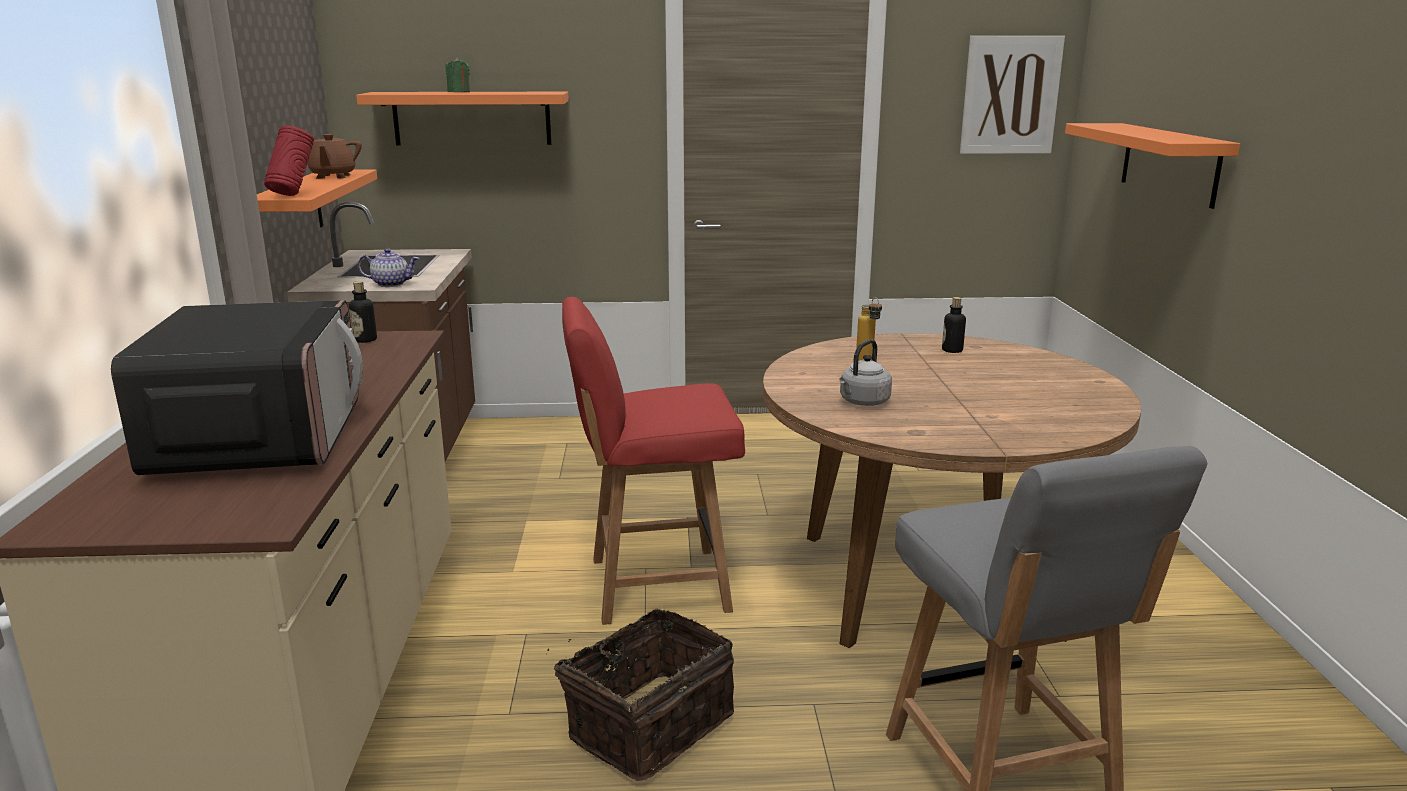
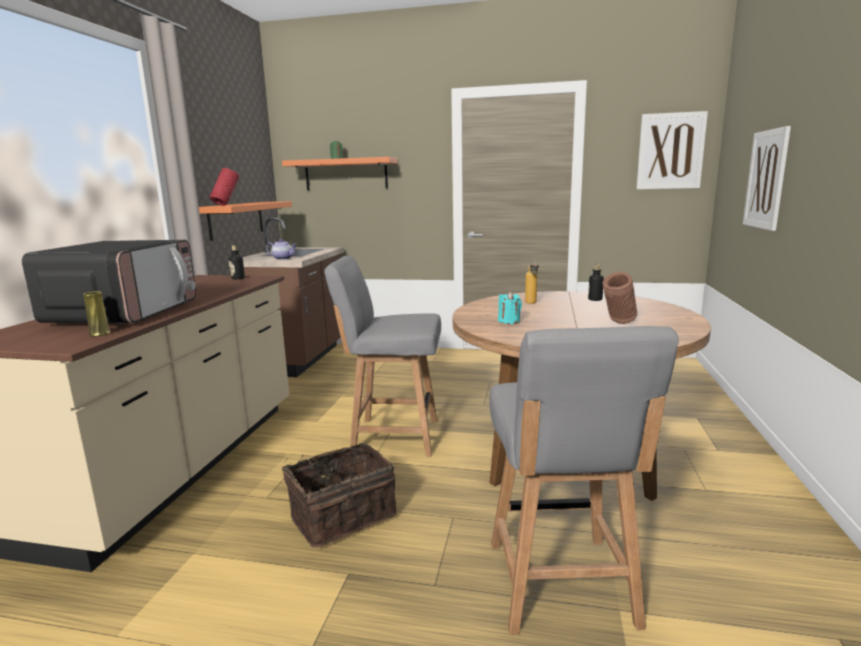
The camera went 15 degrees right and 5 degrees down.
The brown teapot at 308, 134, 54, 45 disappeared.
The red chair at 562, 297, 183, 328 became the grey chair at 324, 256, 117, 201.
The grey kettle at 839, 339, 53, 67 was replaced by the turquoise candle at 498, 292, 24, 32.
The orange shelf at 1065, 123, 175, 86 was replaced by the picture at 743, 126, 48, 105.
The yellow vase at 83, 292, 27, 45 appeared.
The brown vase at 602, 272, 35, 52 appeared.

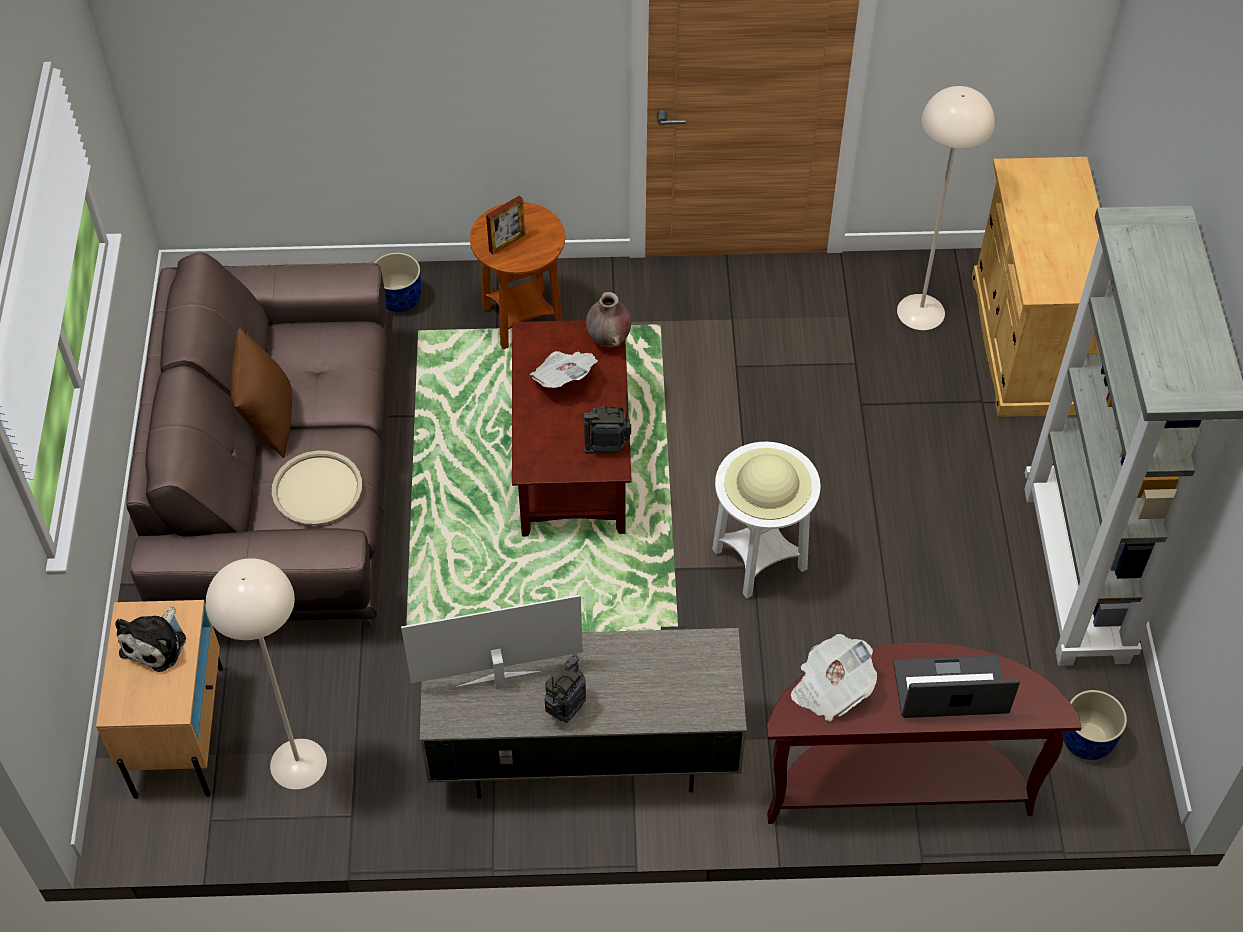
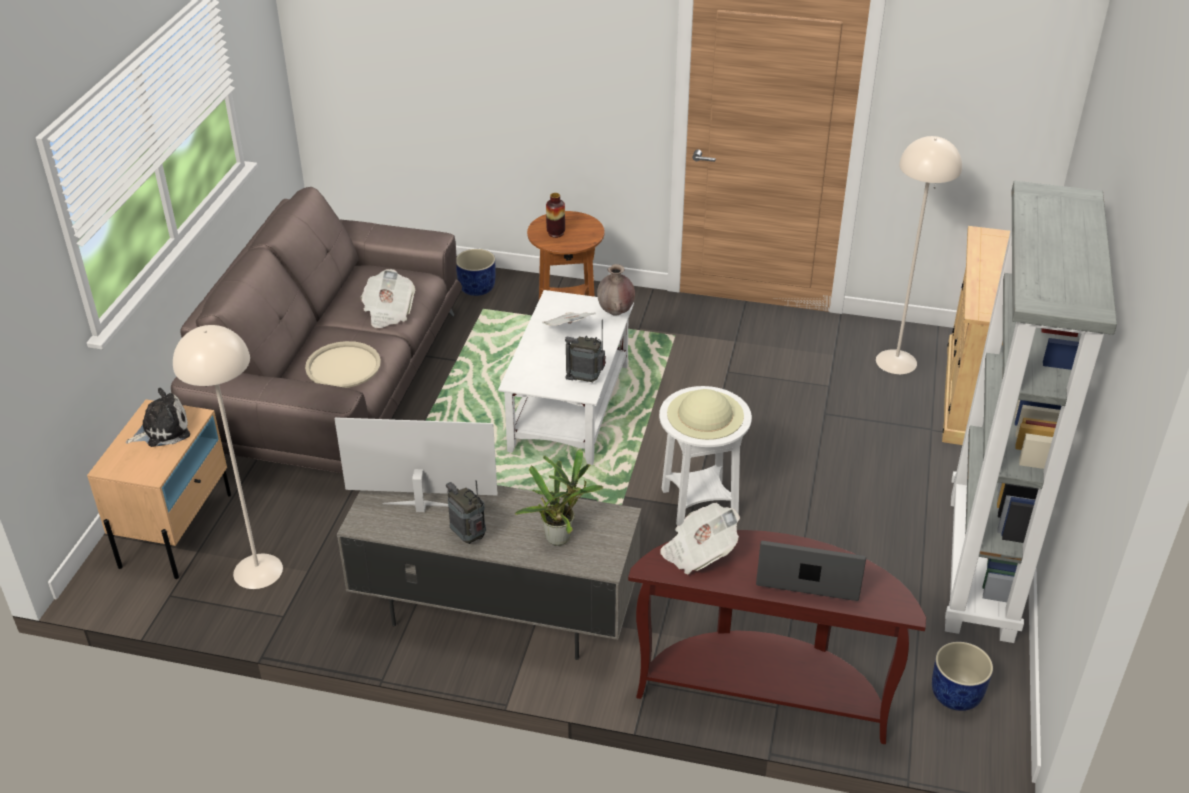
The camera went 15 degrees right and 15 degrees down.
The plush toy at 115, 606, 71, 66 turned 150 degrees counterclockwise.
The brown pillow at 230, 329, 62, 129 disappeared.
The picture frame at 486, 195, 39, 60 was replaced by the vase at 546, 193, 19, 45.
The brown coffee table at 512, 320, 120, 216 became the white coffee table at 498, 290, 136, 175.
The radio at 545, 654, 41, 69 turned 90 degrees counterclockwise.
The newspaper at 361, 269, 55, 59 appeared.
The potted plant at 515, 449, 88, 97 appeared.

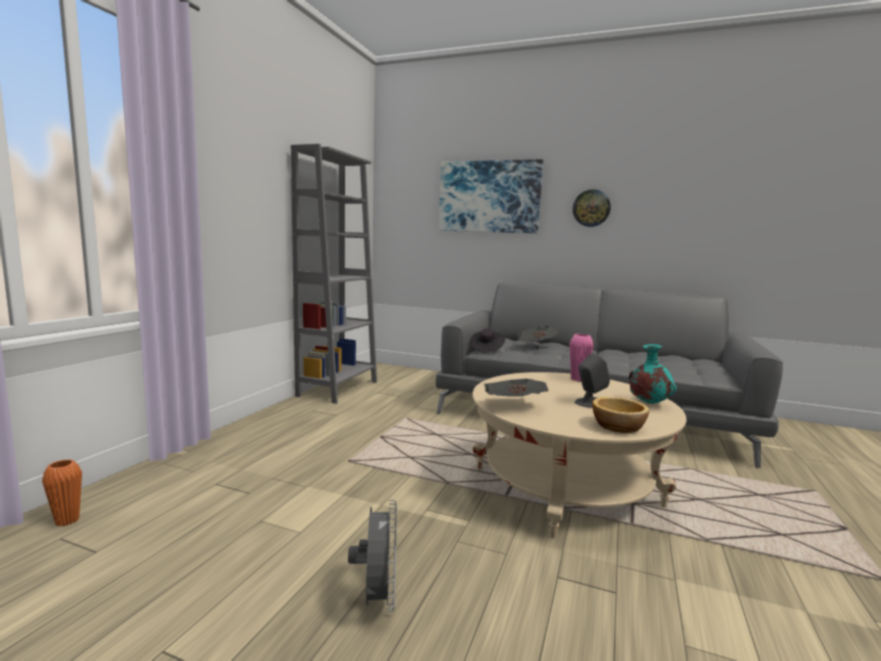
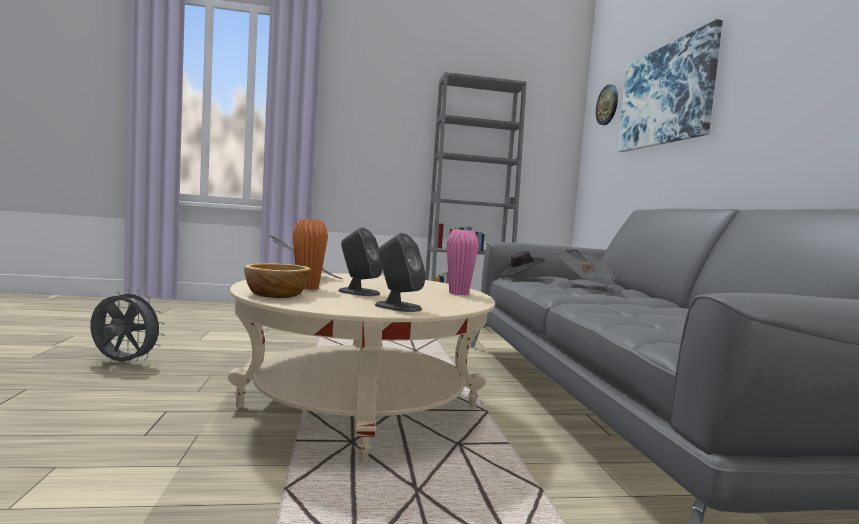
The camera went 60 degrees right and 5 degrees down.
The orange vase moved from 42, 459, 40, 67 to 293, 219, 35, 71.
The grey fan at 348, 500, 49, 112 turned 135 degrees counterclockwise.
The wall clock moved from 573, 189, 38, 38 to 596, 85, 22, 40.
The turquoise vase at 629, 344, 48, 60 was replaced by the grey speaker at 375, 233, 51, 79.

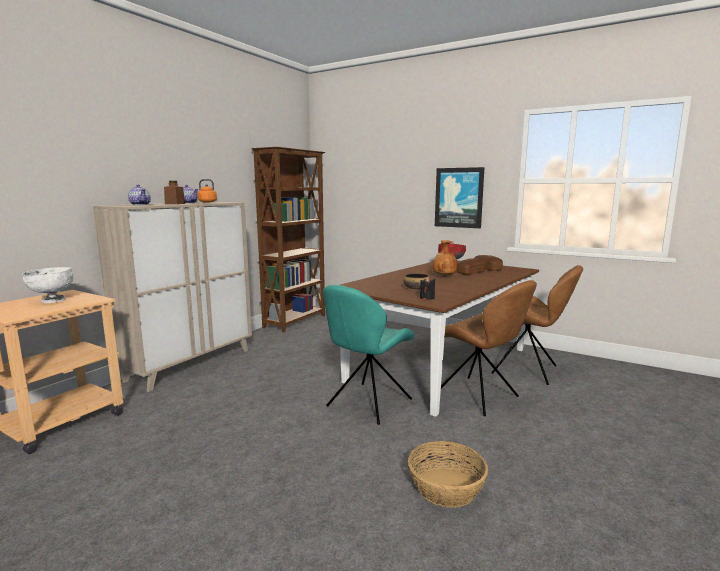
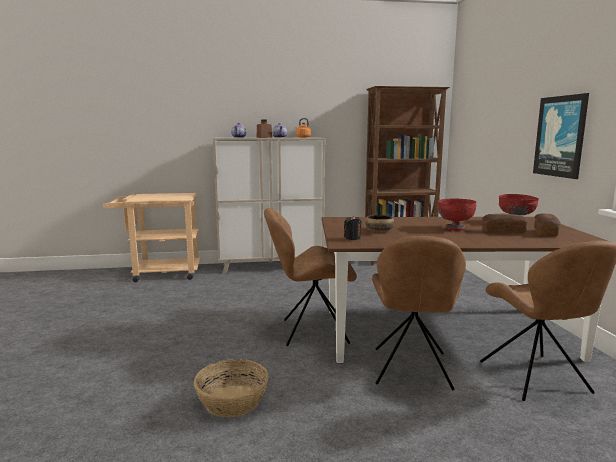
The camera went 50 degrees right and 0 degrees up.
The white bowl at 22, 267, 51, 36 disappeared.
The turquoise chair at 323, 285, 91, 140 became the brown chair at 264, 208, 93, 138.
The brown vase at 432, 240, 25, 36 was replaced by the red bowl at 438, 199, 38, 32.

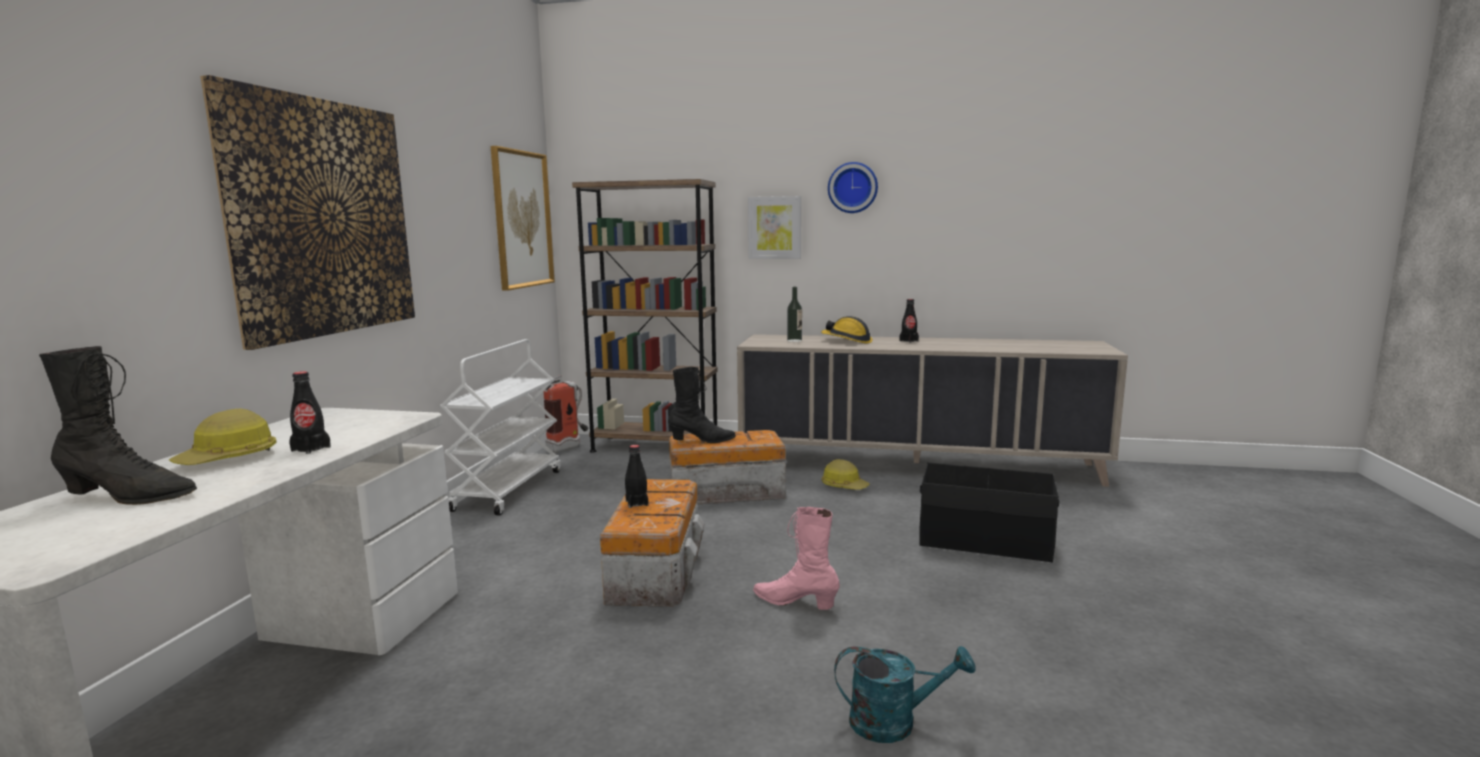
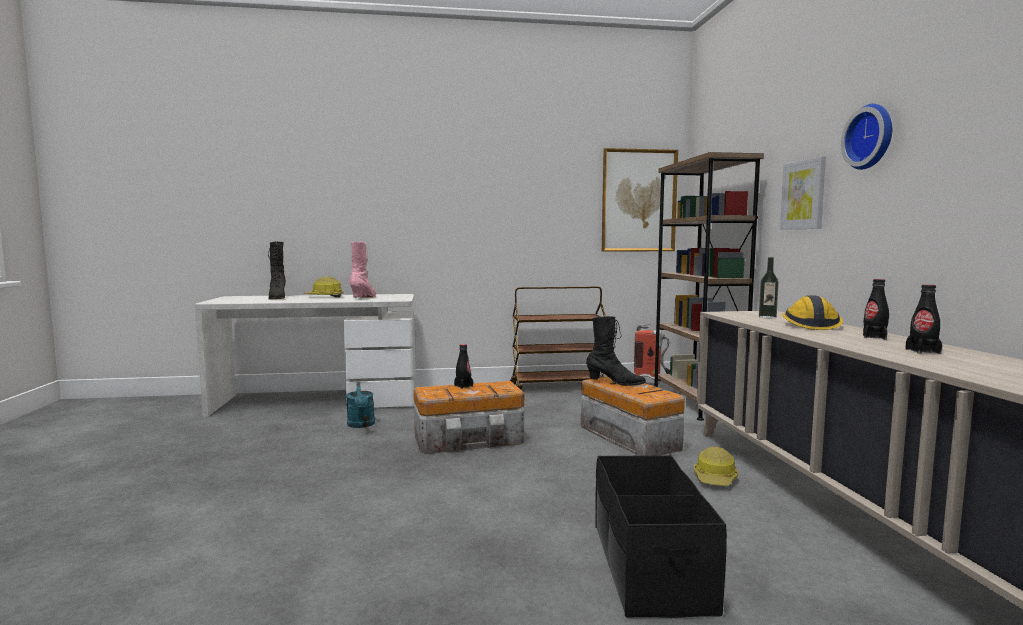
The camera went 70 degrees right and 5 degrees down.
The picture at 200, 75, 215, 275 disappeared.
The black bottle moved from 289, 371, 42, 83 to 906, 284, 36, 70.
The white cart at 440, 339, 121, 177 became the brown cart at 510, 287, 96, 102.
The black boot at 668, 367, 68, 76 turned 45 degrees counterclockwise.
The pink boot moved from 753, 507, 87, 103 to 350, 242, 26, 56.
The turquoise watering can moved from 834, 646, 142, 97 to 346, 383, 29, 45.

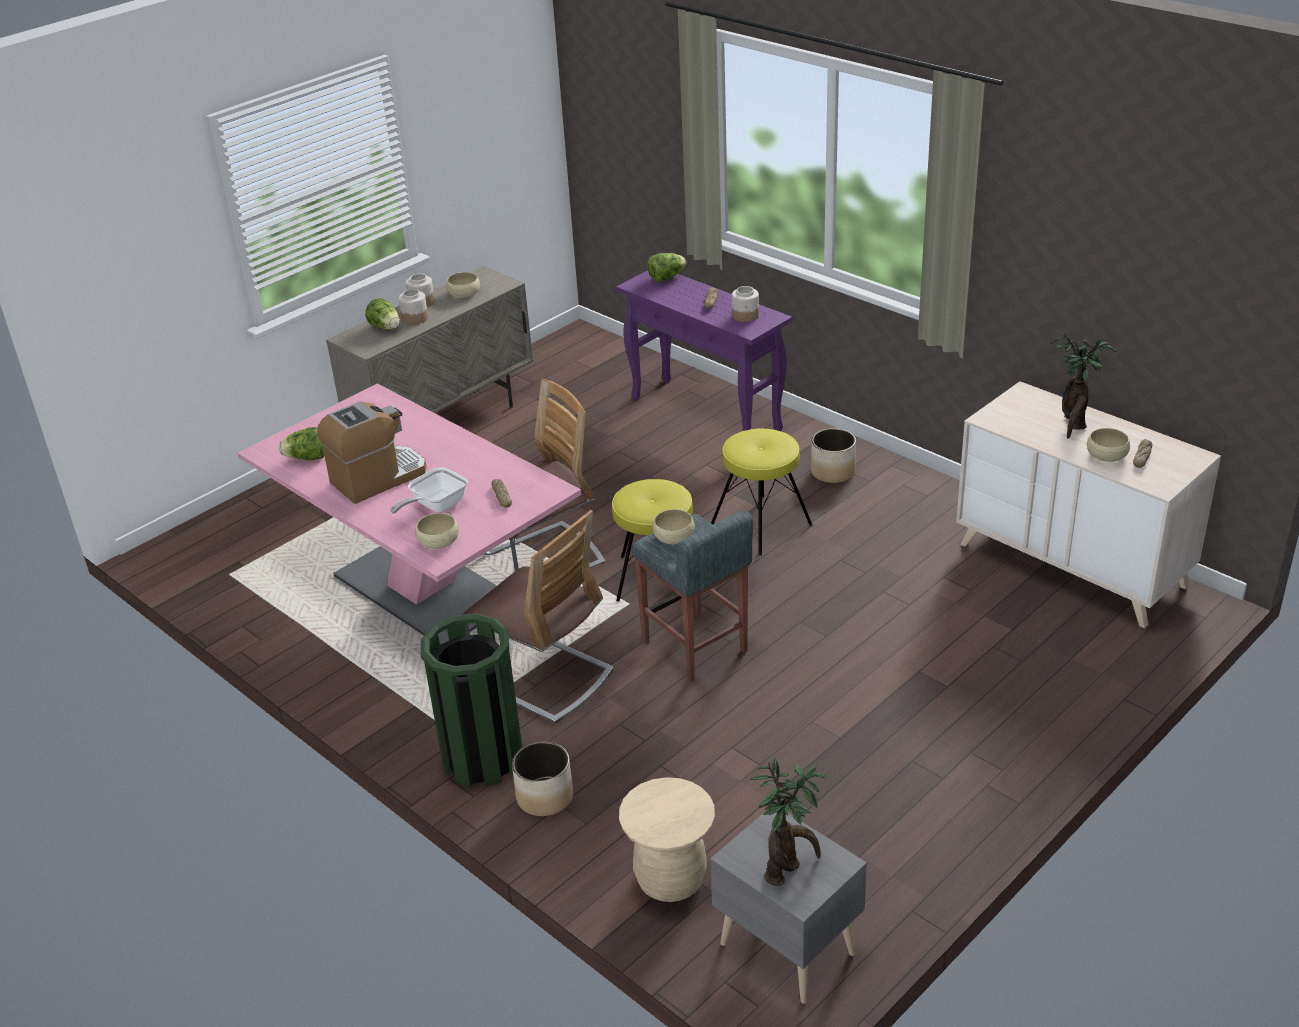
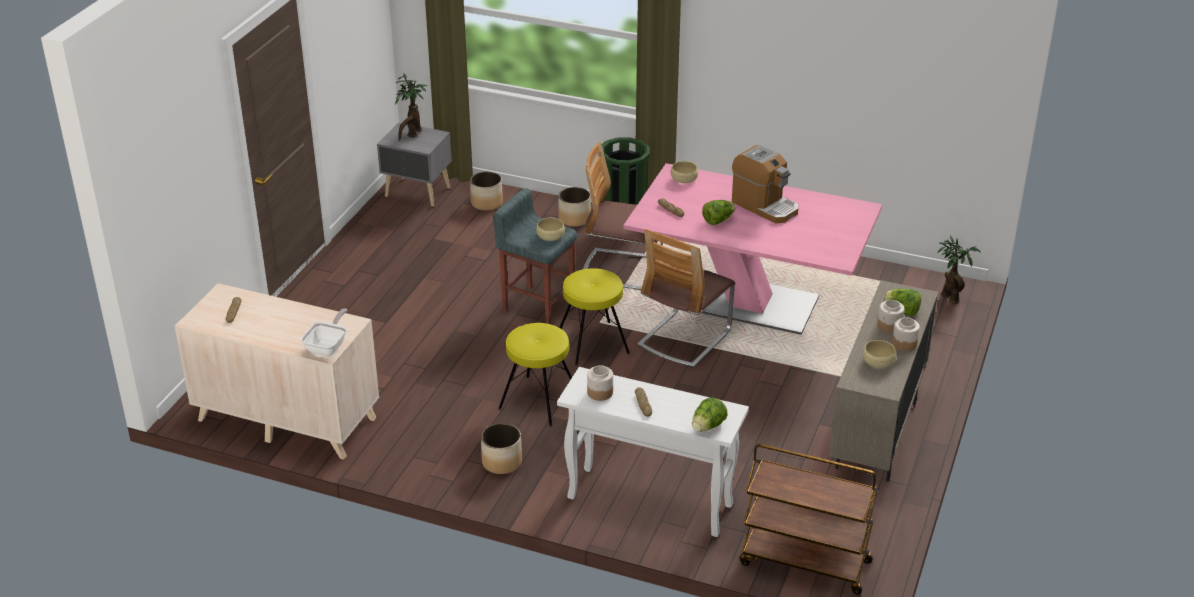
The camera went 155 degrees right and 0 degrees up.
The lettuce moved from 279, 427, 45, 33 to 702, 200, 34, 25.
The coffee machine at 317, 401, 109, 103 turned 75 degrees counterclockwise.
The frying pan moved from 390, 467, 78, 47 to 301, 309, 46, 47.
The purple console table at 616, 270, 176, 161 became the white console table at 557, 367, 192, 170.
The beige stool at 619, 777, 96, 125 was replaced by the planter at 470, 172, 33, 39.
The potted plant moved from 1050, 331, 66, 108 to 938, 235, 43, 69.
The beige bowl at 1087, 428, 43, 34 disappeared.
The brown cart at 739, 444, 139, 151 appeared.

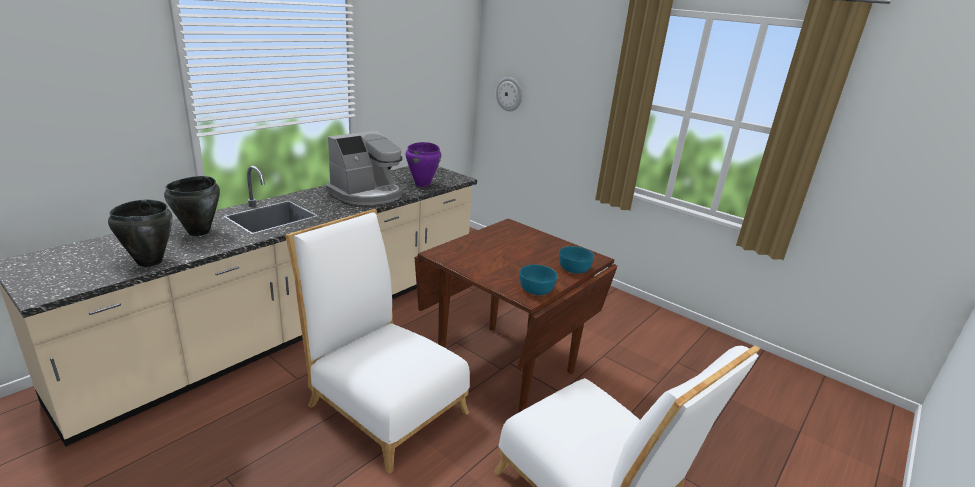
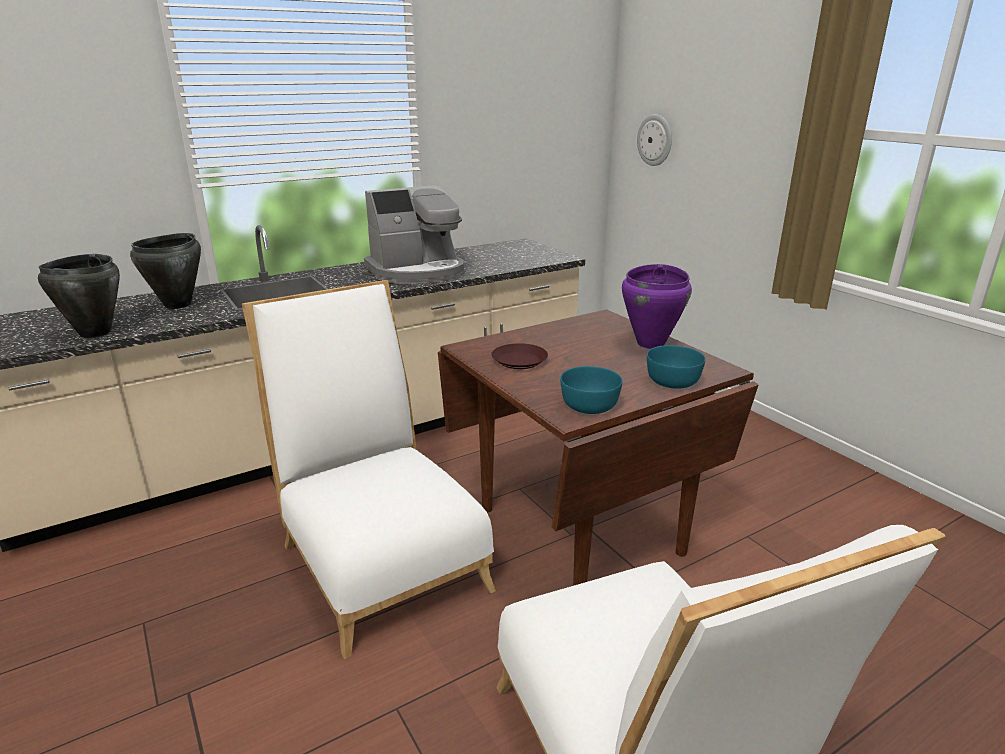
The camera went 20 degrees right and 0 degrees up.
The purple cooking pot moved from 406, 142, 35, 45 to 622, 264, 70, 85.
The brown plate at 491, 343, 57, 26 appeared.

